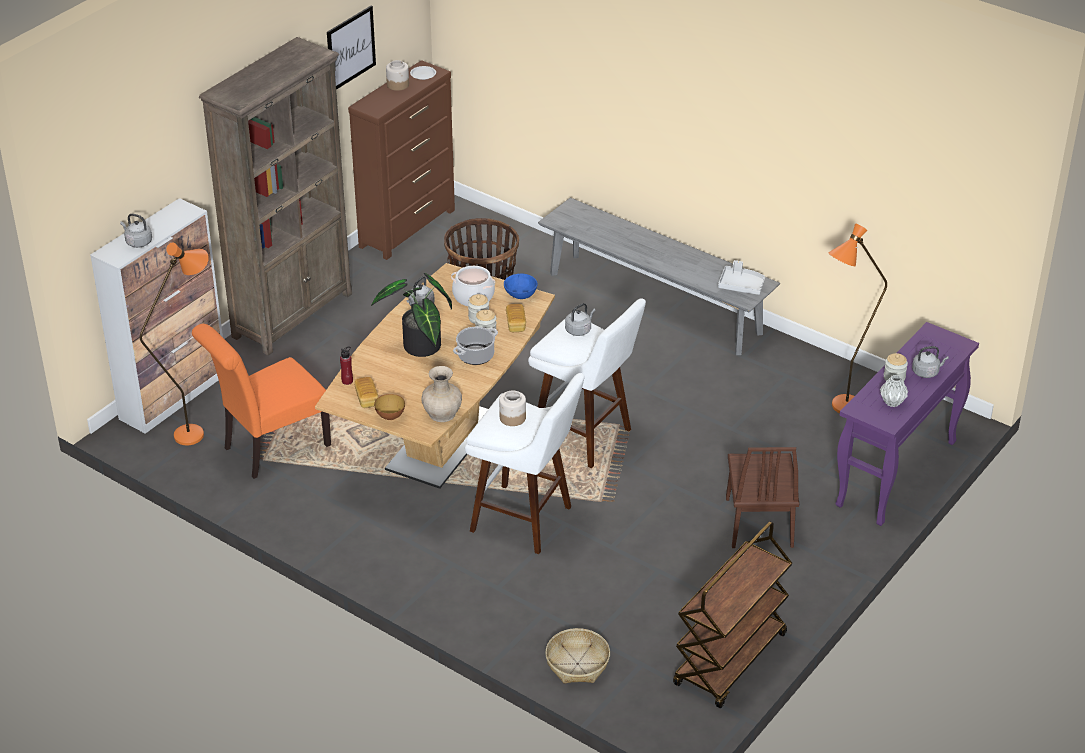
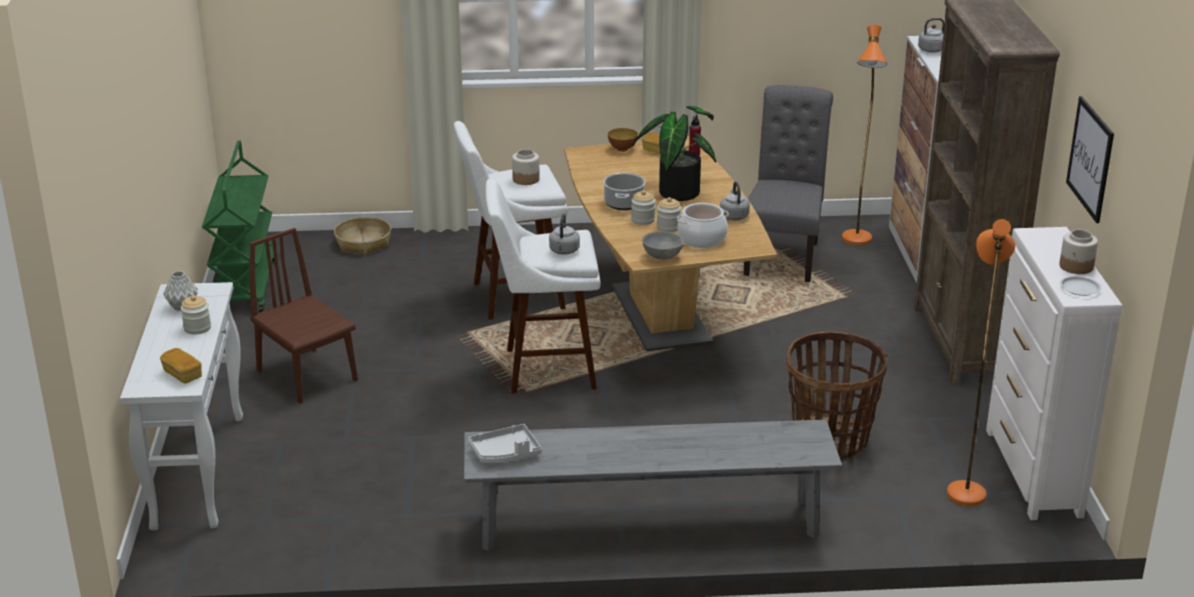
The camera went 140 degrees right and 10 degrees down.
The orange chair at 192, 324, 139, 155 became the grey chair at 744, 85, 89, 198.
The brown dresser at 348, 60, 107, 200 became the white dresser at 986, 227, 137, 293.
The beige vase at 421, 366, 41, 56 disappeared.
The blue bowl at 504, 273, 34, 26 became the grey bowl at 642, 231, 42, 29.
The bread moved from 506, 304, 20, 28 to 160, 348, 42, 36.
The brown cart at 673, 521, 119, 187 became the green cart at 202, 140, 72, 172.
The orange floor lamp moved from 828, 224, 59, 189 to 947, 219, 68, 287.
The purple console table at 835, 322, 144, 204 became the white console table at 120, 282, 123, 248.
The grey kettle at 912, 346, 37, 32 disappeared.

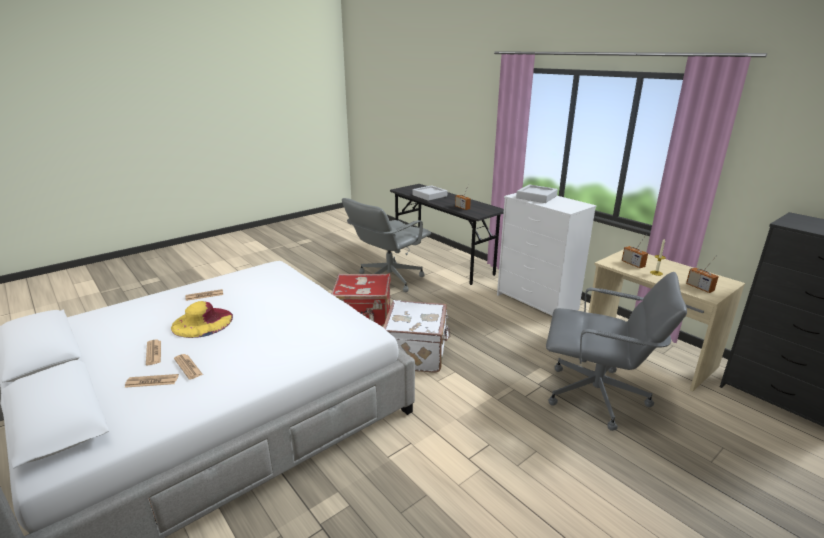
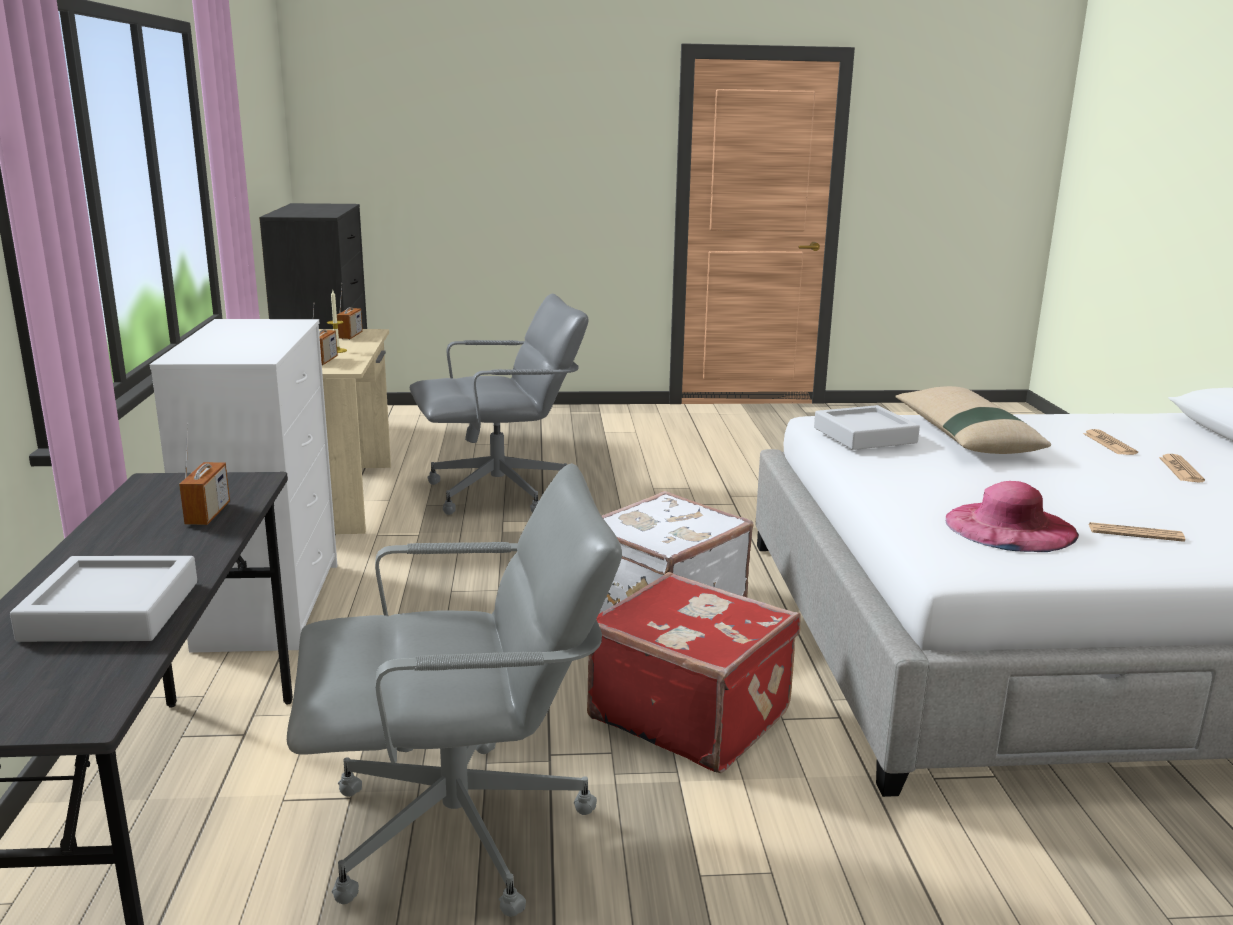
The camera went 145 degrees left and 5 degrees down.
The newspaper at 125, 374, 54, 14 disappeared.
The yellow hat at 171, 301, 62, 37 disappeared.
The grey tray moved from 516, 184, 42, 19 to 814, 405, 106, 45.
The grey office chair at 546, 272, 141, 159 turned 105 degrees clockwise.
The beige pillow at 895, 386, 156, 68 appeared.
The pink hat at 946, 481, 133, 71 appeared.

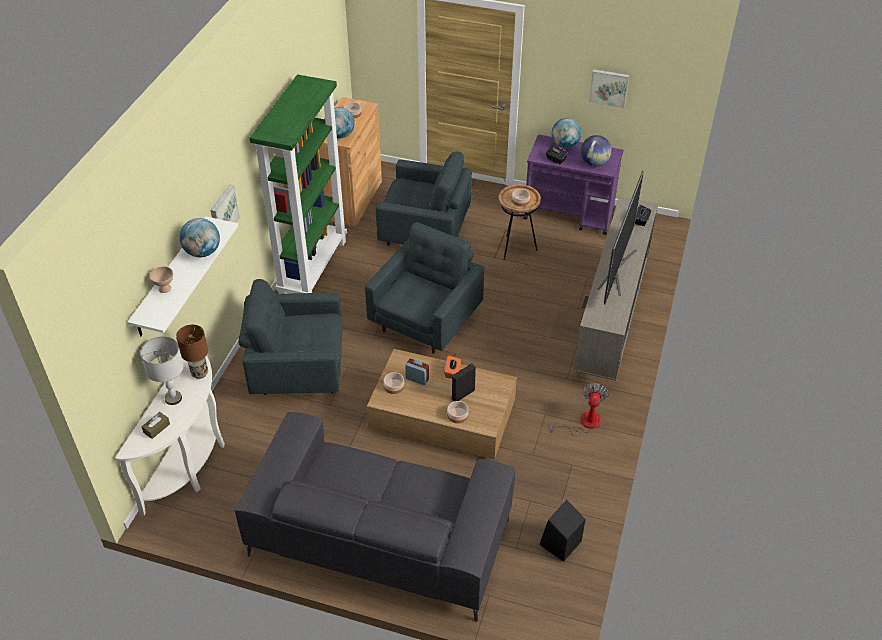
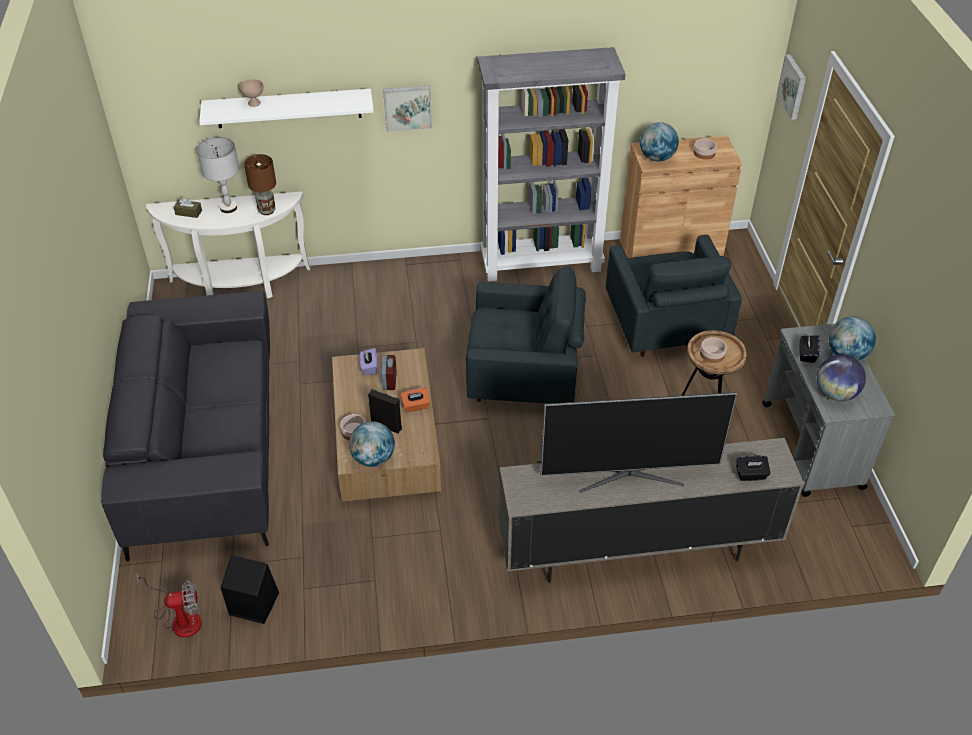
The camera went 65 degrees right and 0 degrees up.
The globe moved from 179, 218, 41, 39 to 349, 421, 46, 46.
The grey armchair at 238, 279, 105, 116 disappeared.
The green bookcase at 250, 74, 97, 220 became the grey bookcase at 478, 47, 147, 235.
The bowl at 384, 372, 20, 22 was replaced by the purple tissue box at 360, 348, 18, 27.
The purple cart at 523, 135, 100, 100 became the grey cart at 762, 324, 133, 173.
The fan moved from 548, 383, 61, 53 to 137, 573, 65, 65.
The picture moved from 589, 69, 40, 39 to 776, 54, 30, 66.

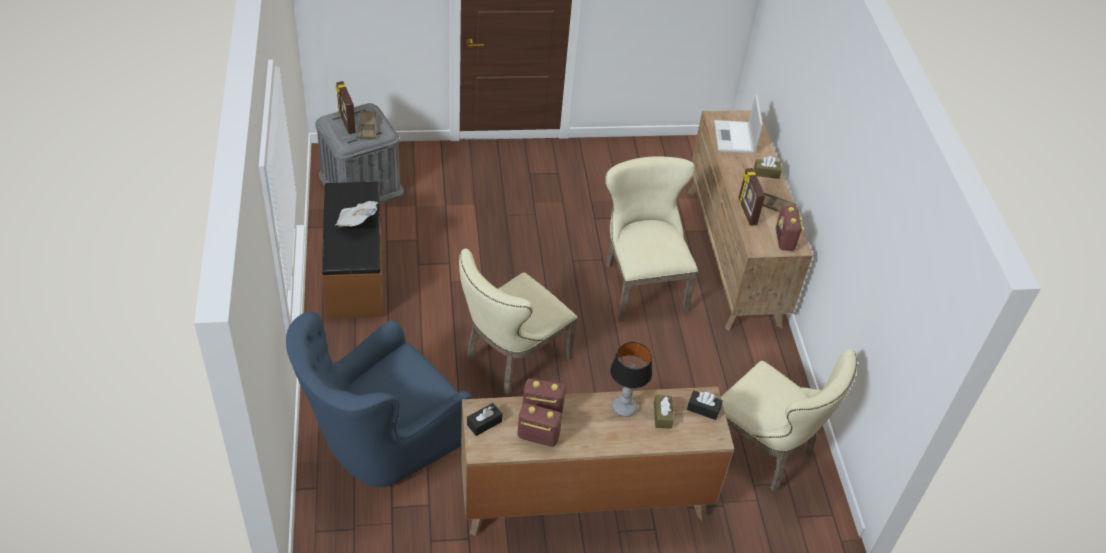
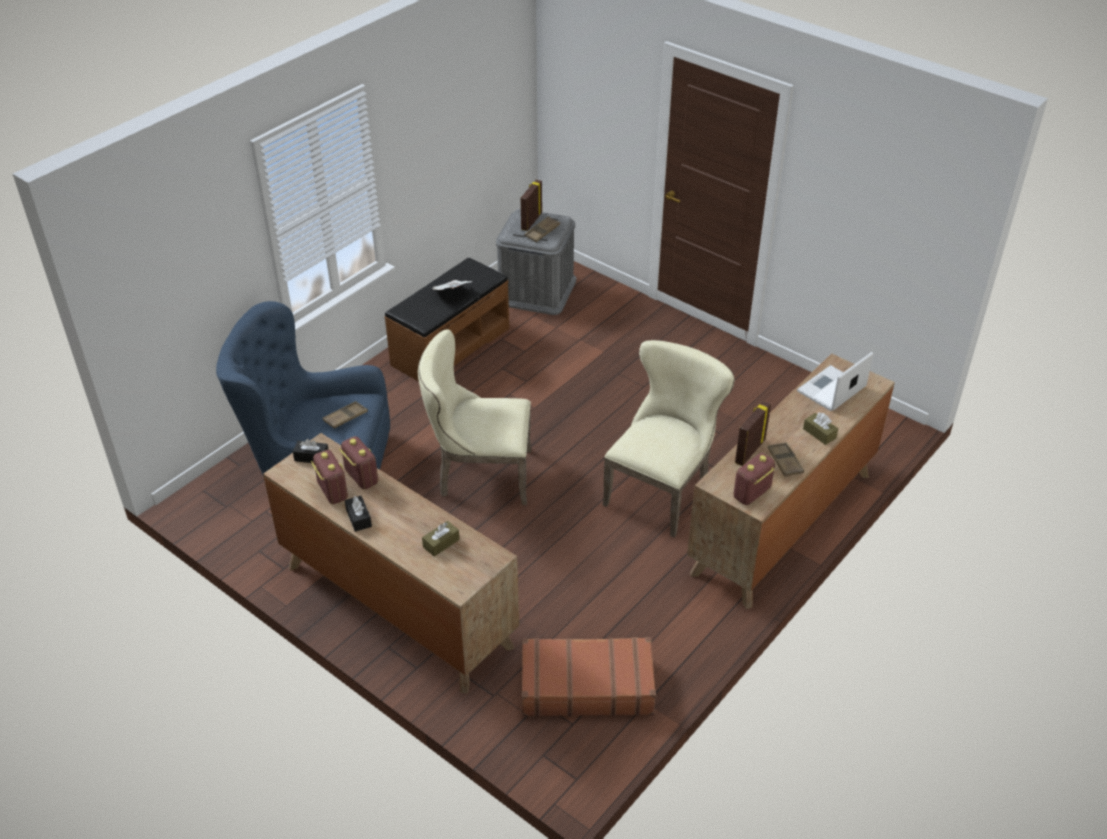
The camera went 50 degrees right and 5 degrees down.
The table lamp at 610, 342, 42, 75 disappeared.
The black tissue box moved from 687, 390, 36, 30 to 345, 496, 27, 36.
The beige chair at 721, 349, 136, 143 was replaced by the brown suitcase at 522, 637, 134, 80.
The brown tray at 322, 401, 46, 28 appeared.

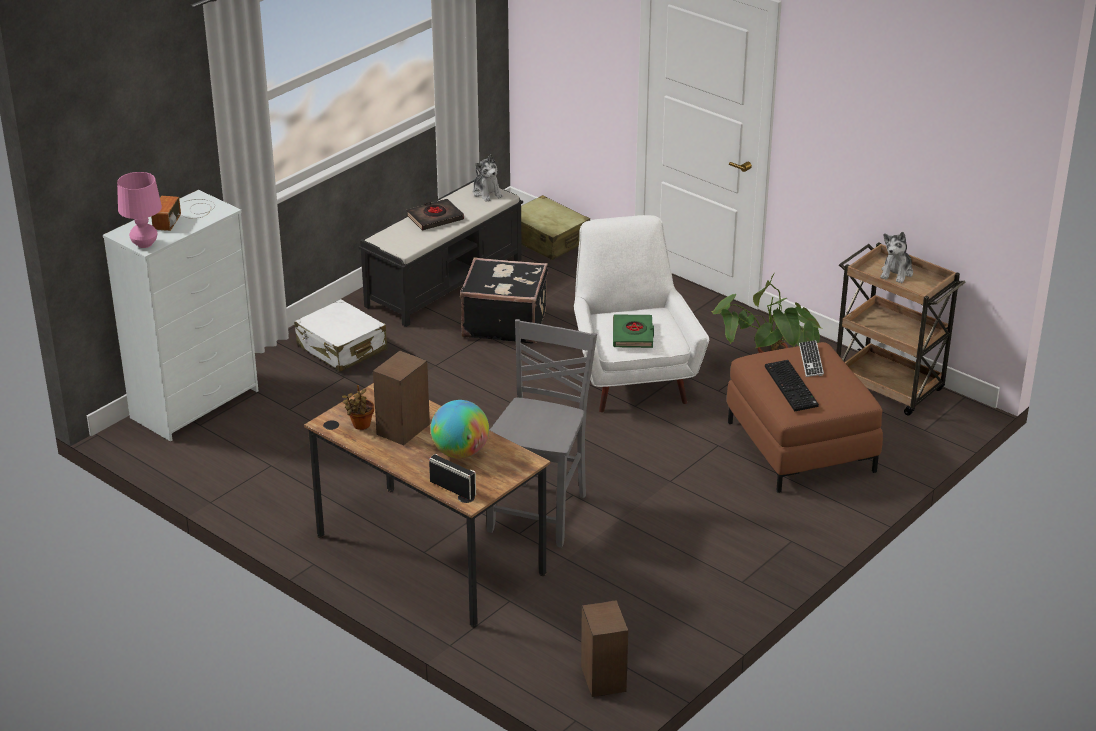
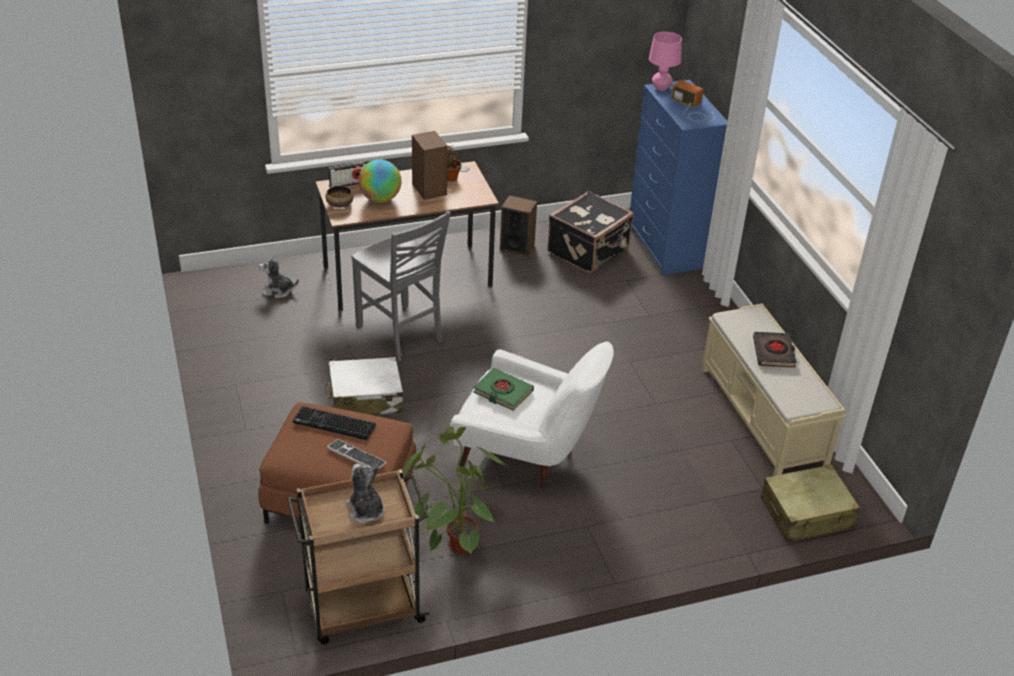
The camera went 120 degrees right and 5 degrees up.
The white dresser at 103, 190, 155, 252 became the blue dresser at 630, 80, 97, 195.
The white suitcase moved from 294, 299, 94, 73 to 325, 357, 78, 58.
The black bench at 358, 180, 165, 147 became the beige bench at 702, 304, 144, 172.
The black suitcase moved from 460, 257, 88, 87 to 547, 191, 87, 82.
The plush toy moved from 473, 154, 30, 48 to 259, 255, 40, 43.
The speaker moved from 581, 600, 47, 97 to 500, 195, 37, 62.
The bowl at 326, 186, 28, 22 appeared.

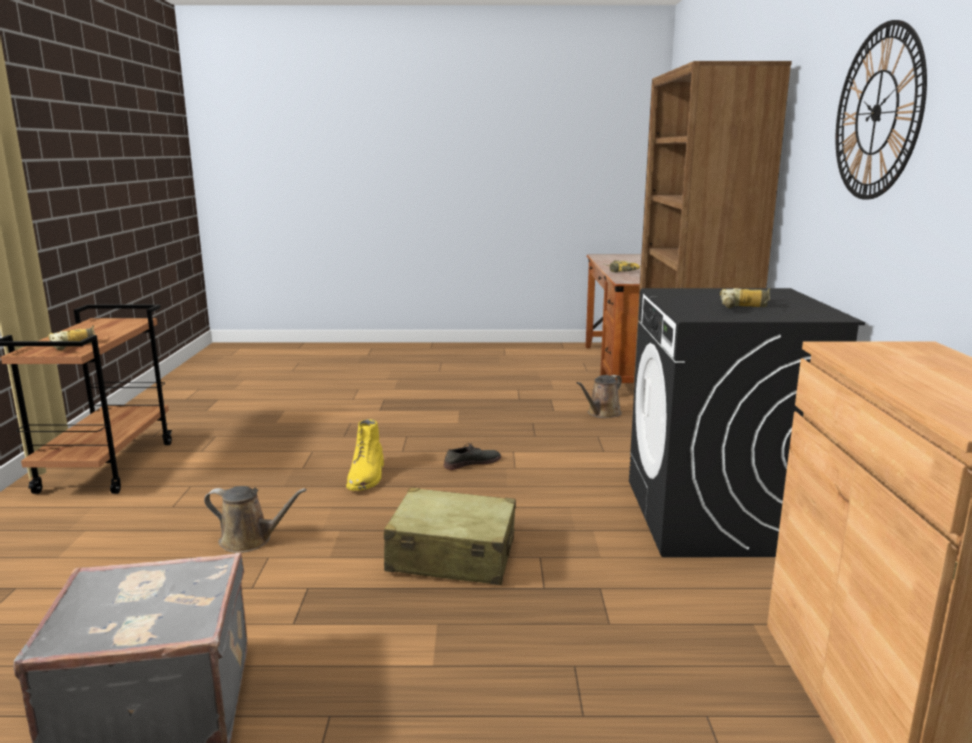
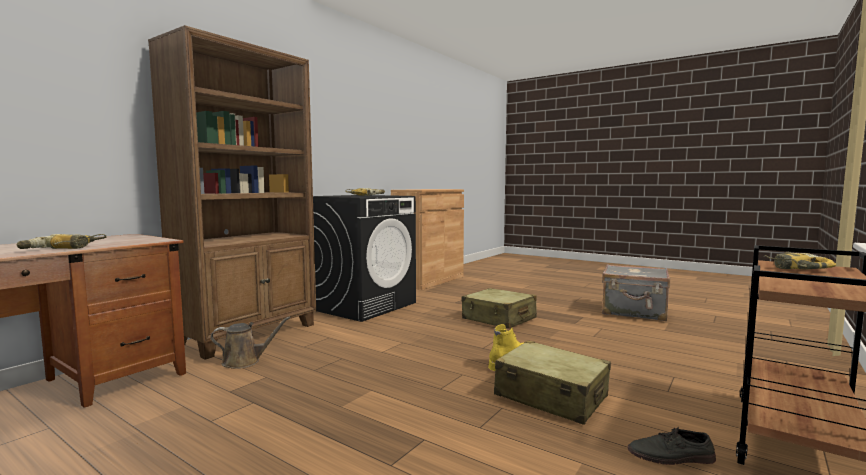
The camera went 145 degrees left and 10 degrees down.
The brown watering can at 204, 486, 103, 67 disappeared.
The grey shoe moved from 444, 443, 57, 27 to 628, 427, 88, 38.
The wall clock at 835, 20, 92, 180 disappeared.
The beige suitcase at 494, 340, 117, 85 appeared.

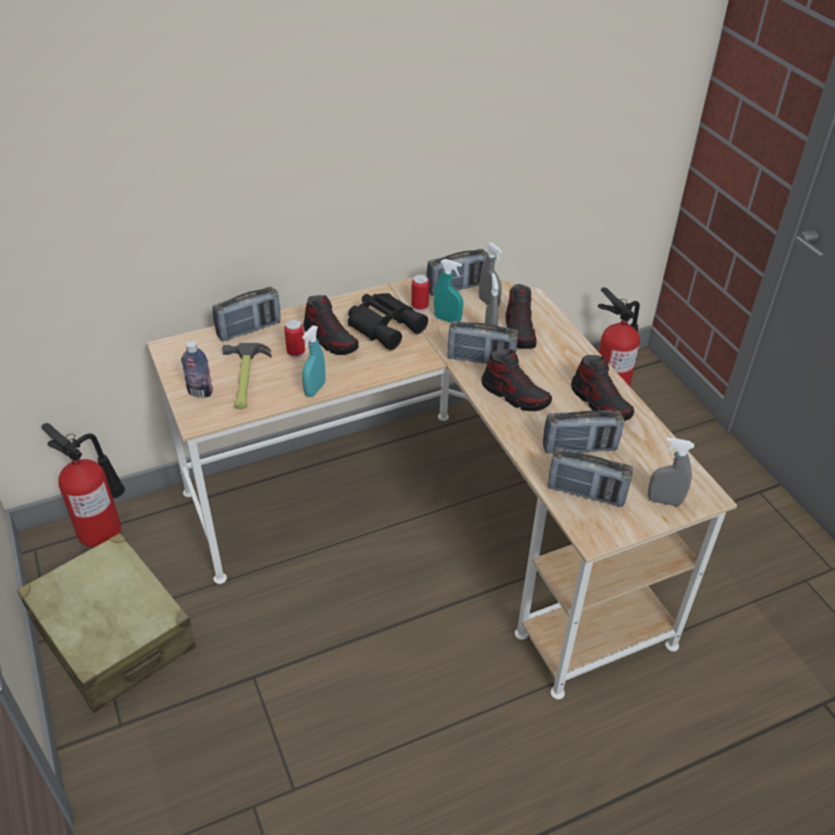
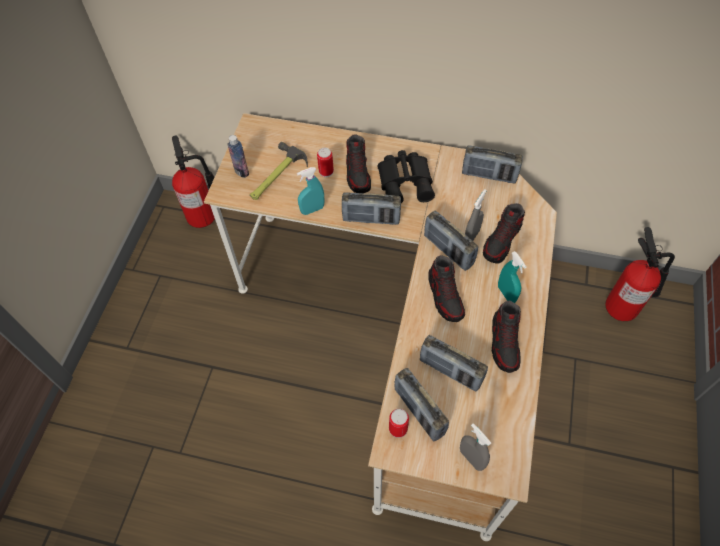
The camera went 40 degrees right and 15 degrees up.
The beige suitcase at 17, 533, 179, 180 disappeared.
The radio moved from 212, 287, 69, 55 to 342, 192, 59, 33.
The can moved from 411, 274, 18, 38 to 389, 409, 20, 29.
The turquoise spray bottle moved from 434, 259, 29, 64 to 498, 251, 28, 52.
The grey spray bottle at 479, 242, 23, 65 disappeared.

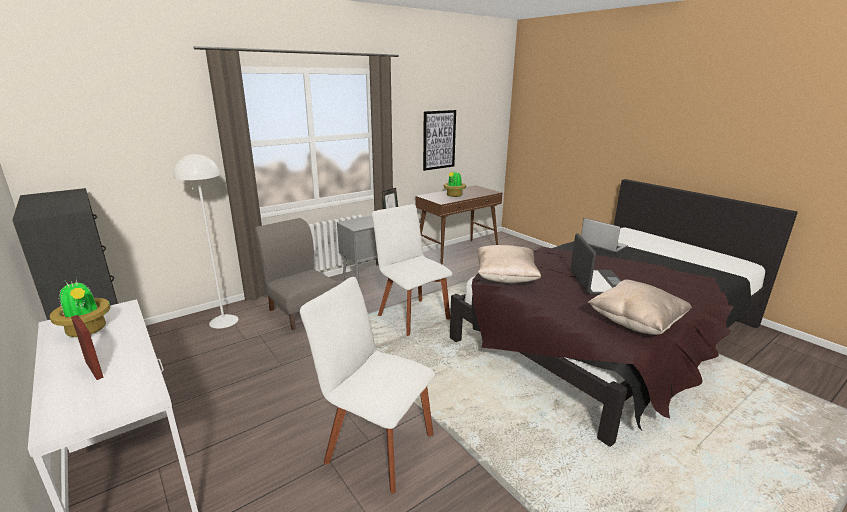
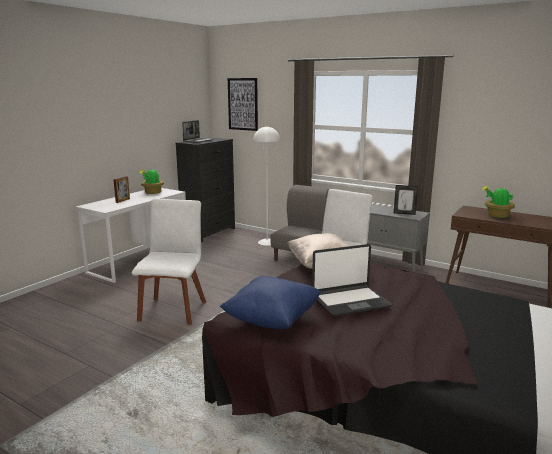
The camera went 70 degrees right and 5 degrees down.
The picture moved from 423, 110, 33, 61 to 228, 78, 30, 53.
The laptop moved from 581, 218, 47, 35 to 182, 120, 32, 23.
The beige pillow at 587, 280, 105, 55 became the blue pillow at 220, 276, 102, 54.

